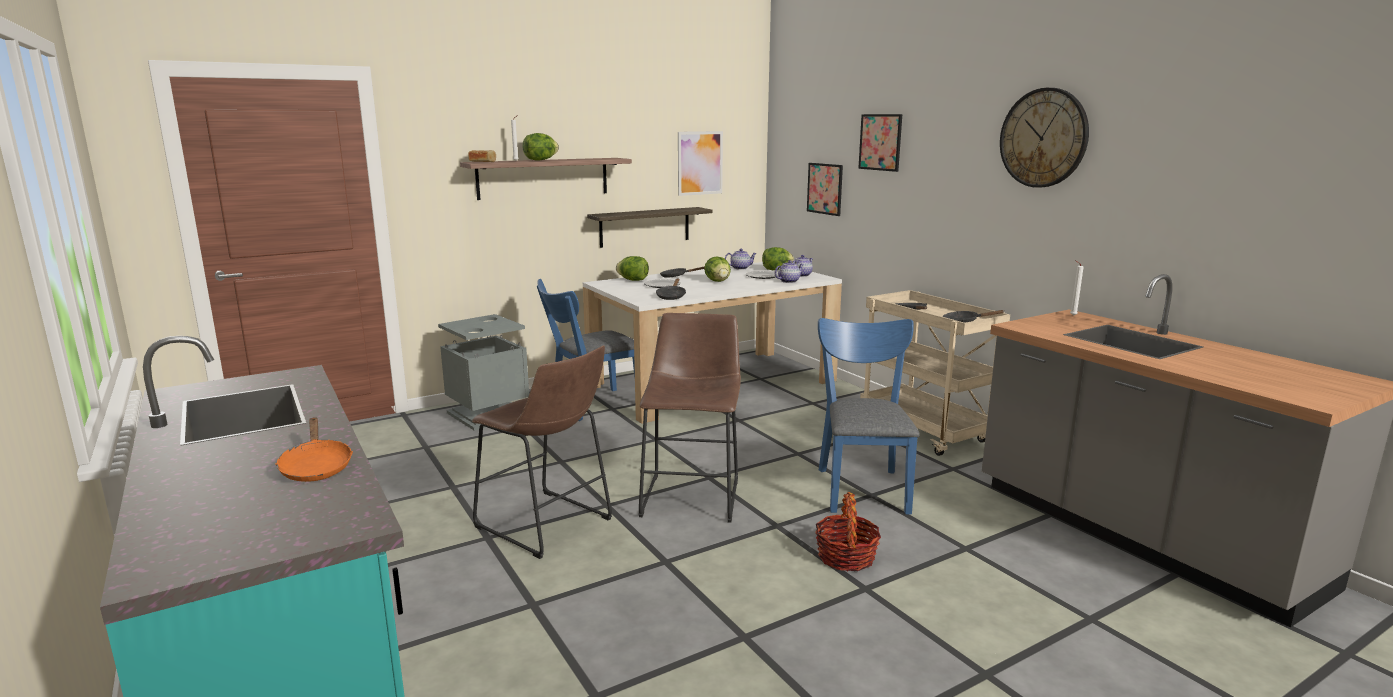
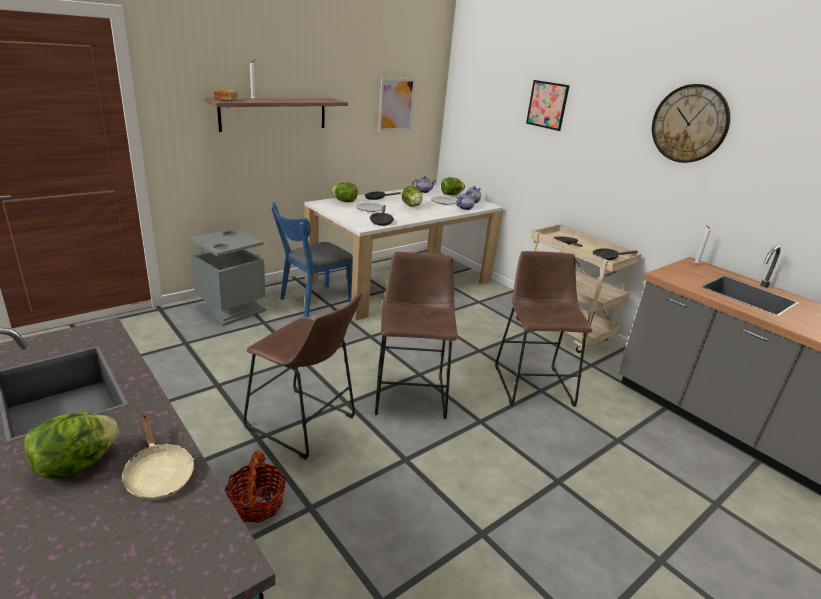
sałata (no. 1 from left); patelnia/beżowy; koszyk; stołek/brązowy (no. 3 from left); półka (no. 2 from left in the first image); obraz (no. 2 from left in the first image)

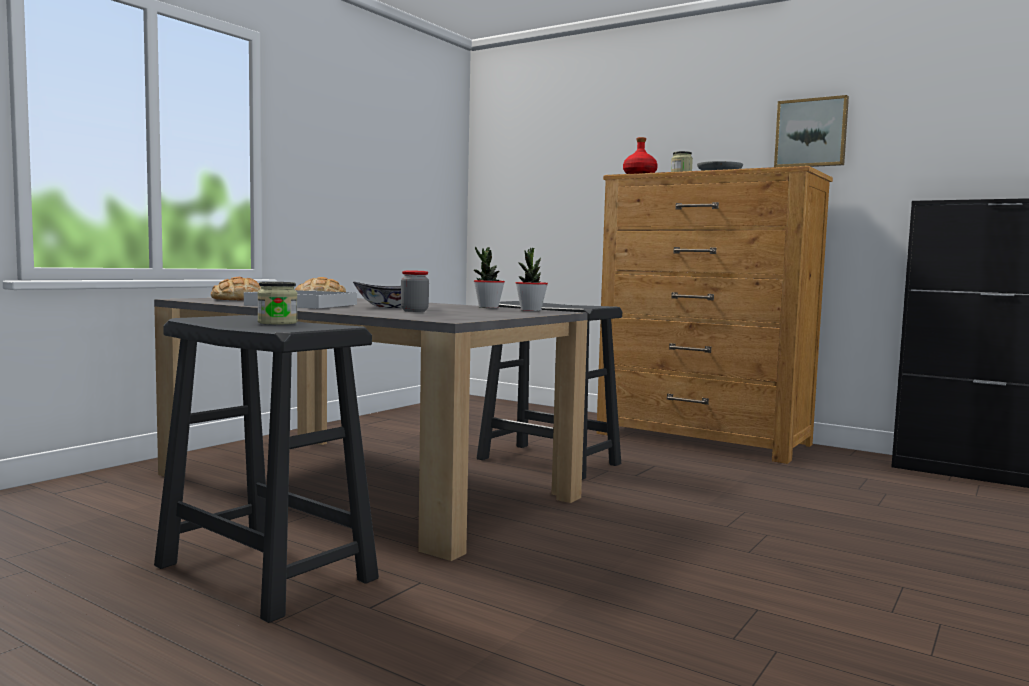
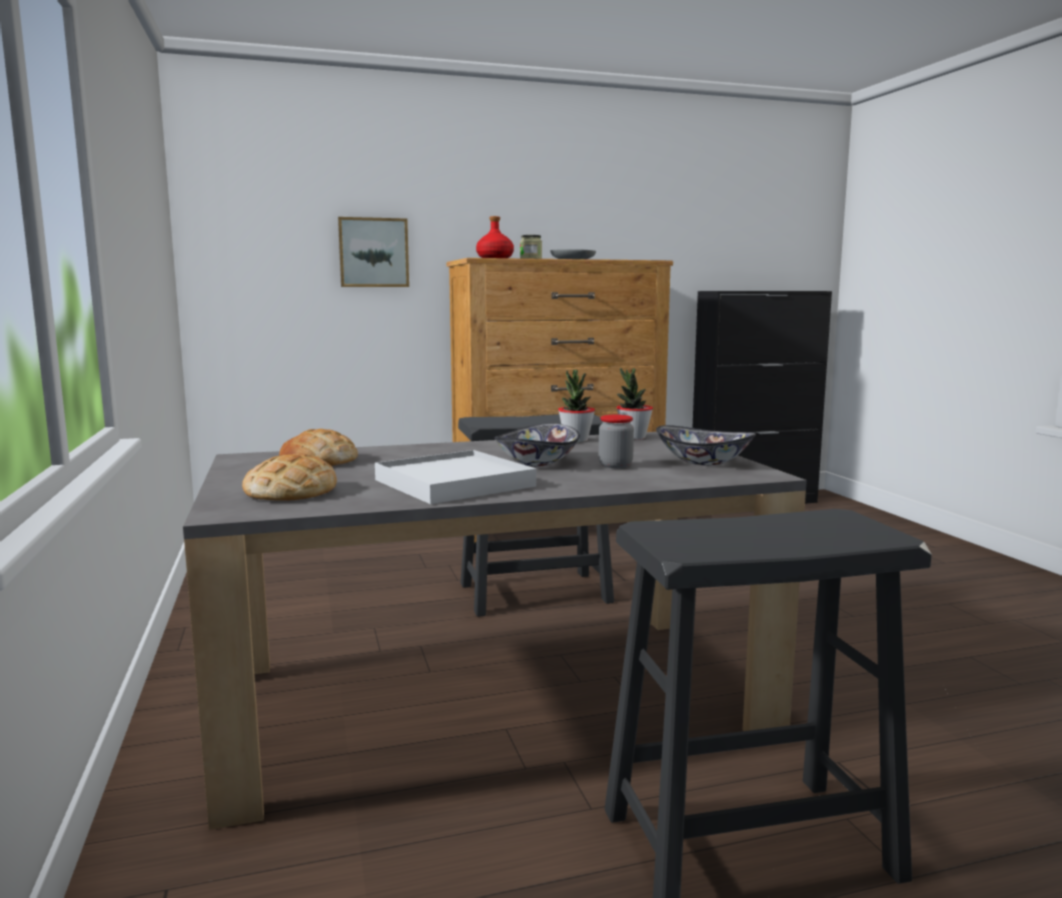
obraz; miska (no. 2 from left); słoik (no. 1 from left in the first image)

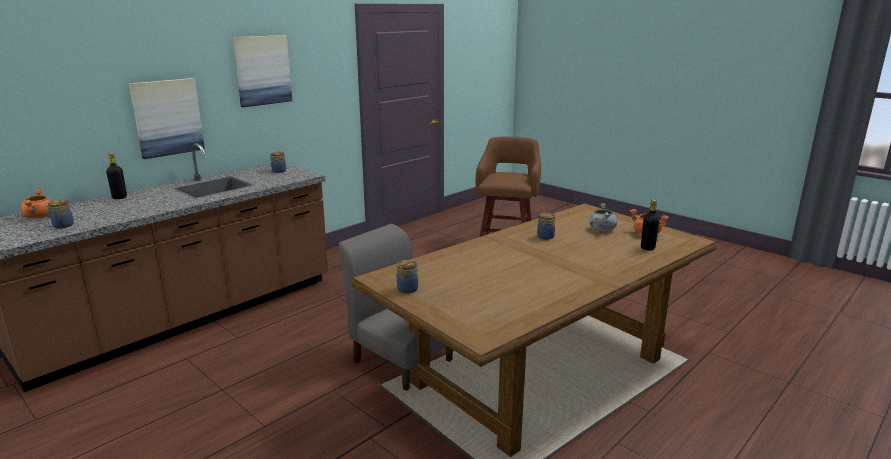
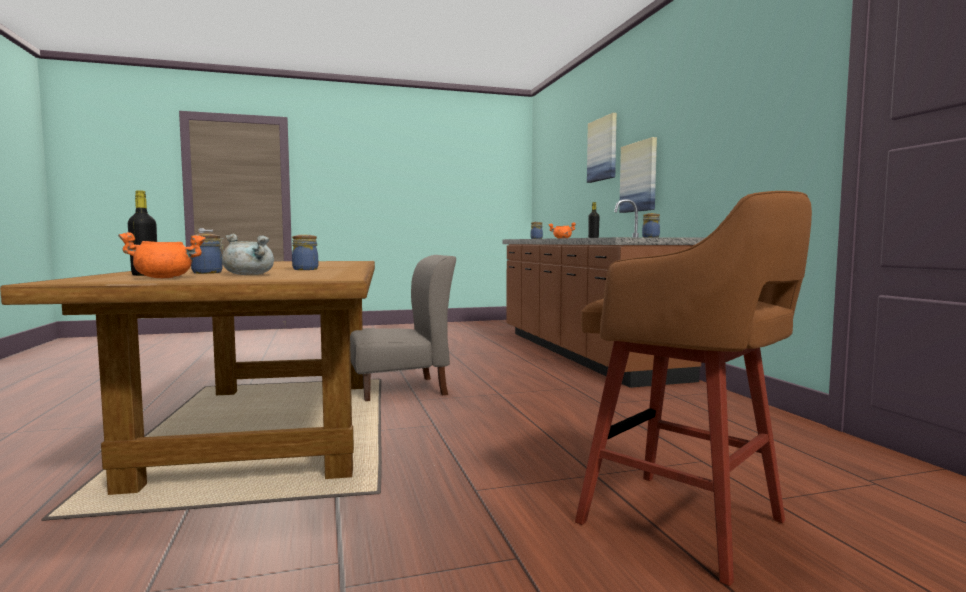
słoik (no. 1 from left); obraz (no. 1 from left)

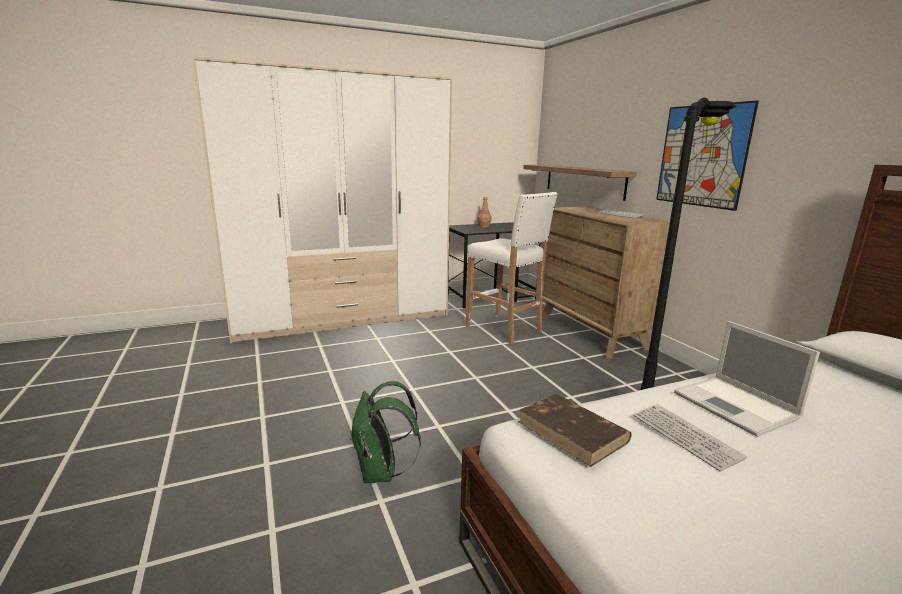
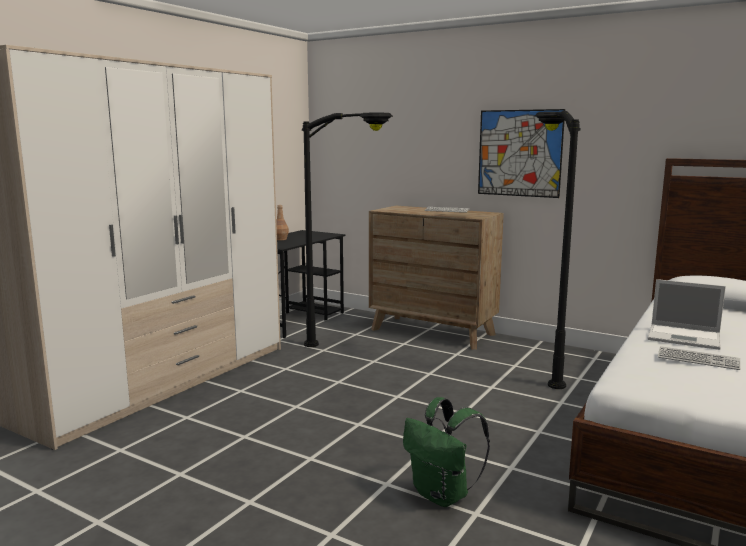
lampa stojąca/czarny (no. 1 from left); książka/brązowy; półka

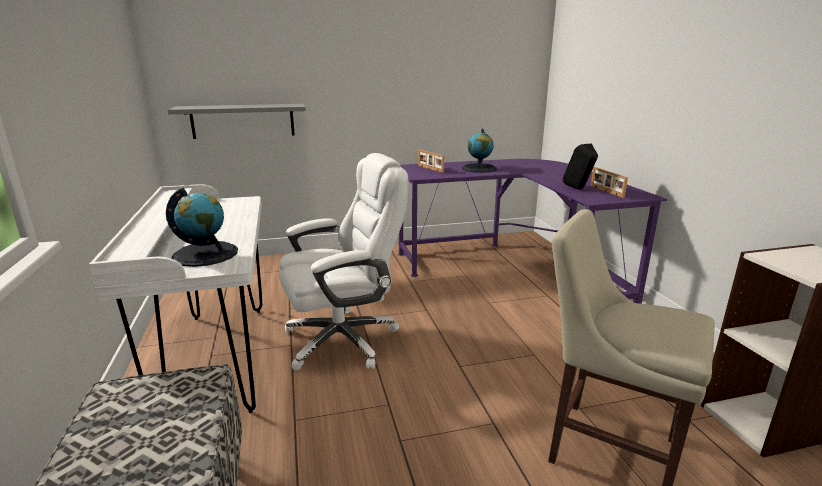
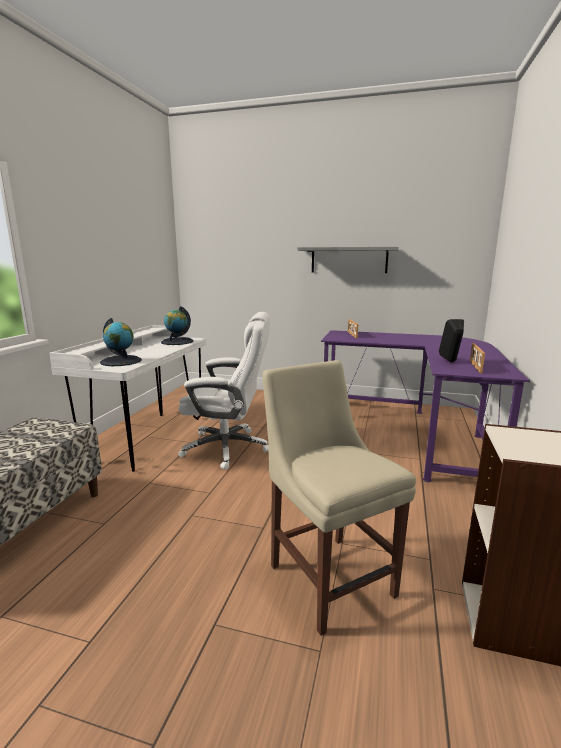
globus (no. 2 from left); półka/szary

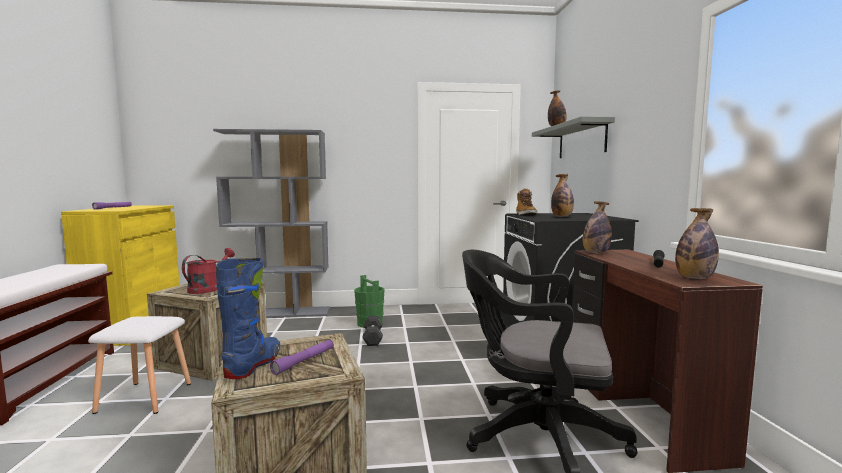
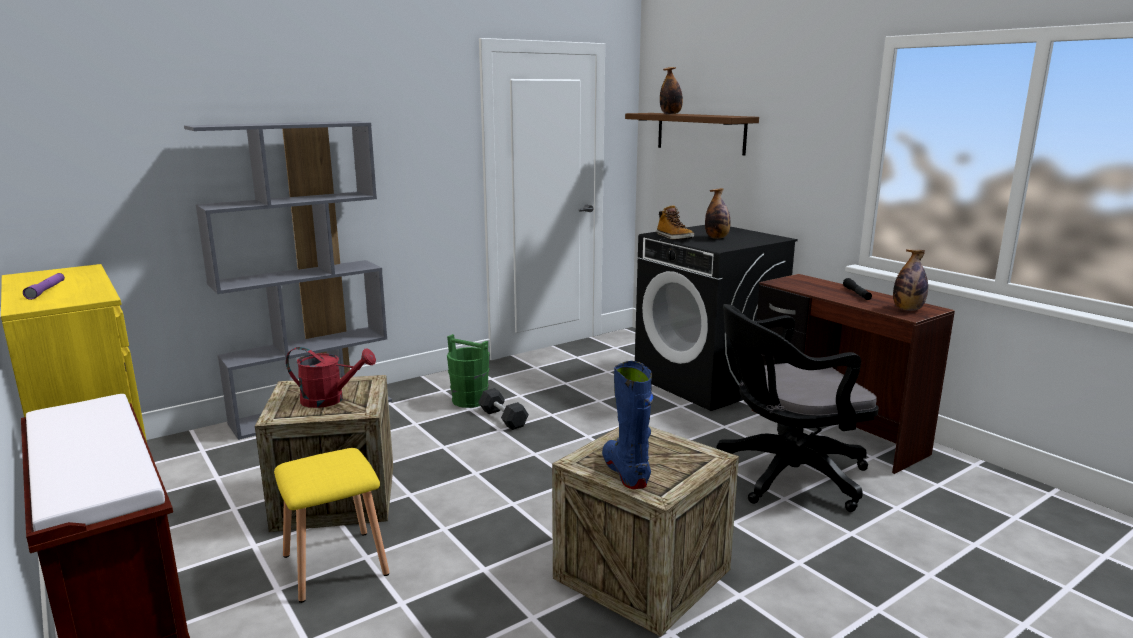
stołek/żółty; konewka/czerwony; półka/brązowy; latarka/fioletowy (no. 2 from left in the first image); butelka (no. 3 from left in the first image)

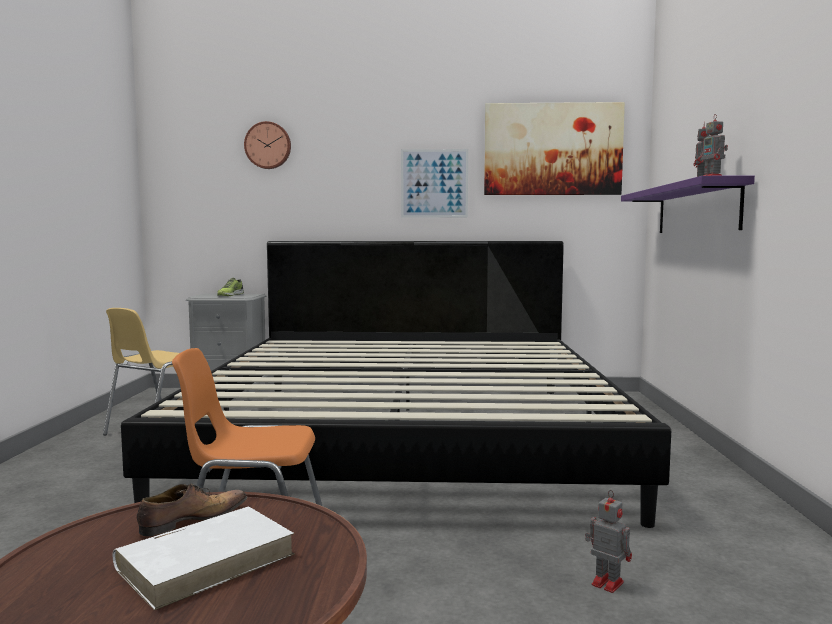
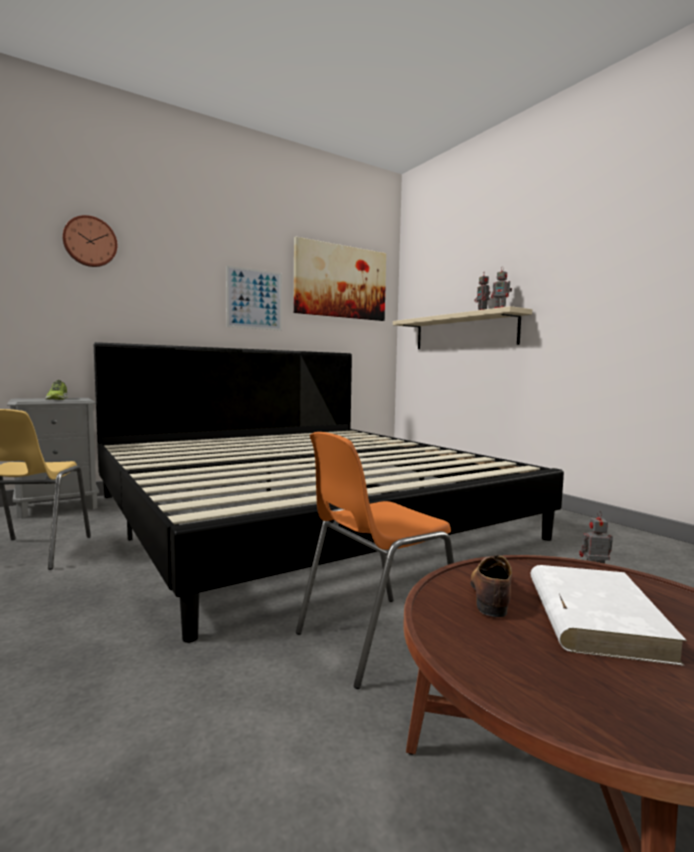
półka/beżowy

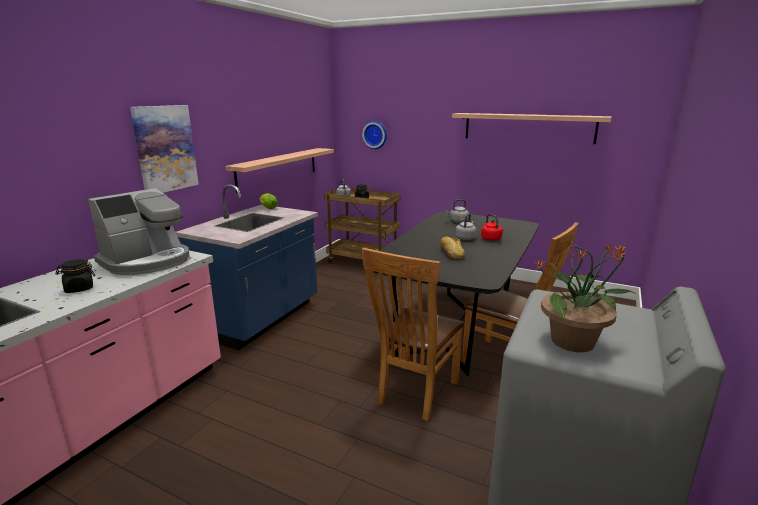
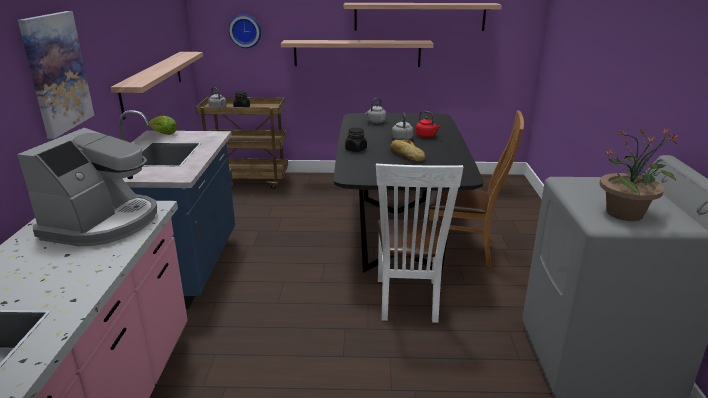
półka (no. 2 from left); słoik/czarny (no. 2 from left); krzesło/biały

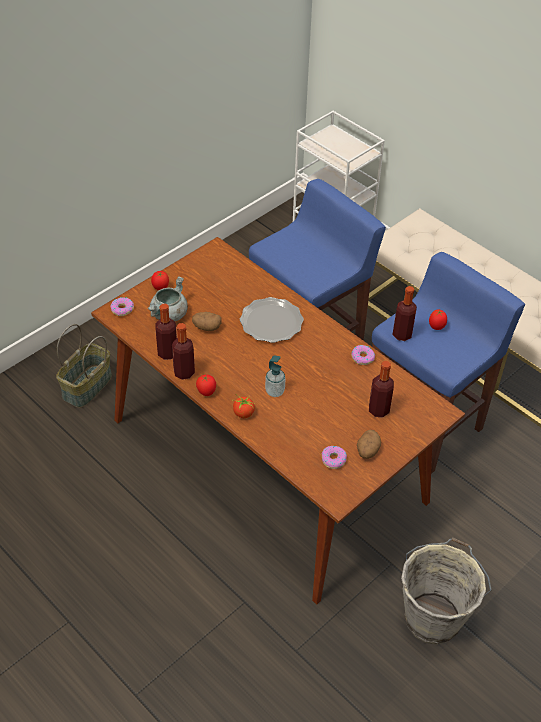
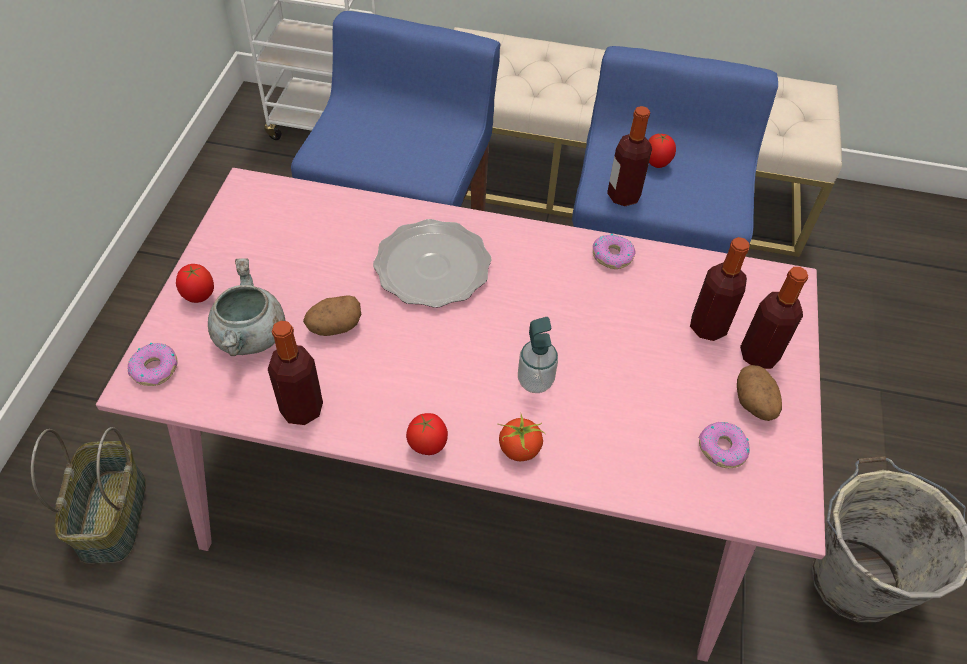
stół jadalny/różowy; butelka (no. 4 from left)

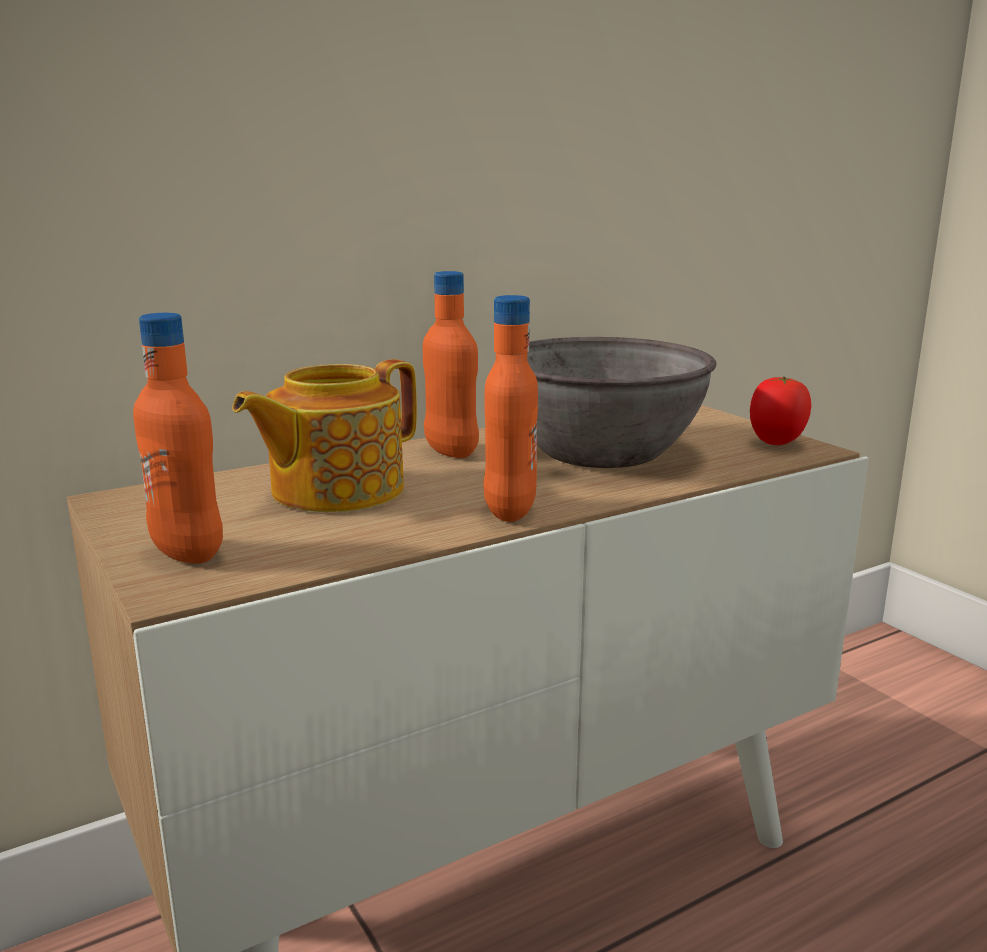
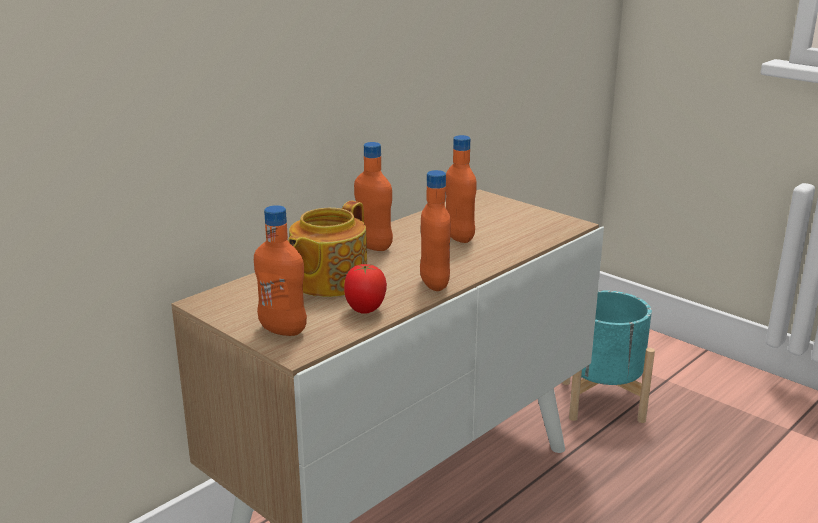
pomidor; butelka/pomarańczowy (no. 4 from left); donica/turkusowy

